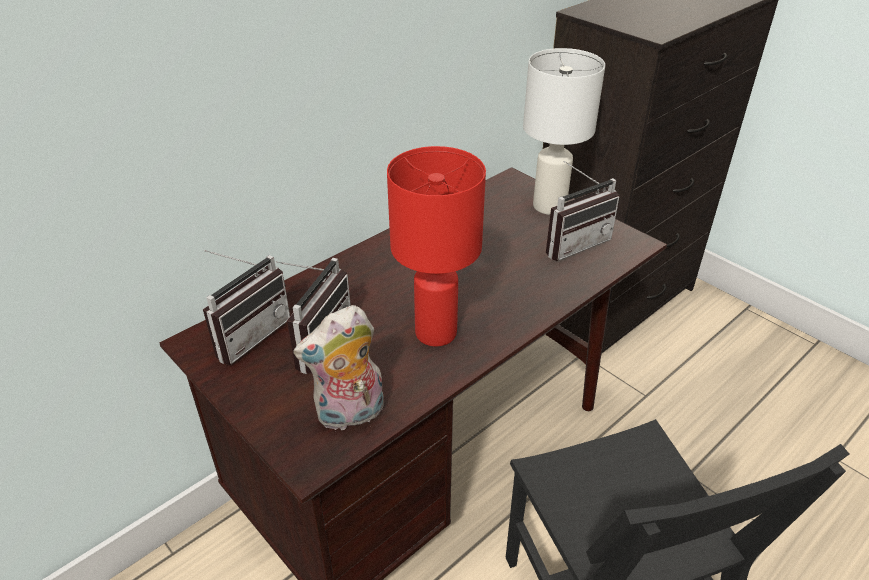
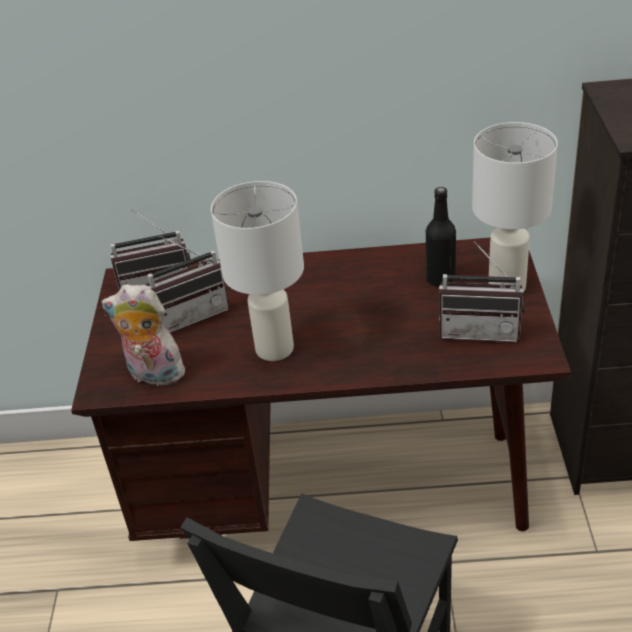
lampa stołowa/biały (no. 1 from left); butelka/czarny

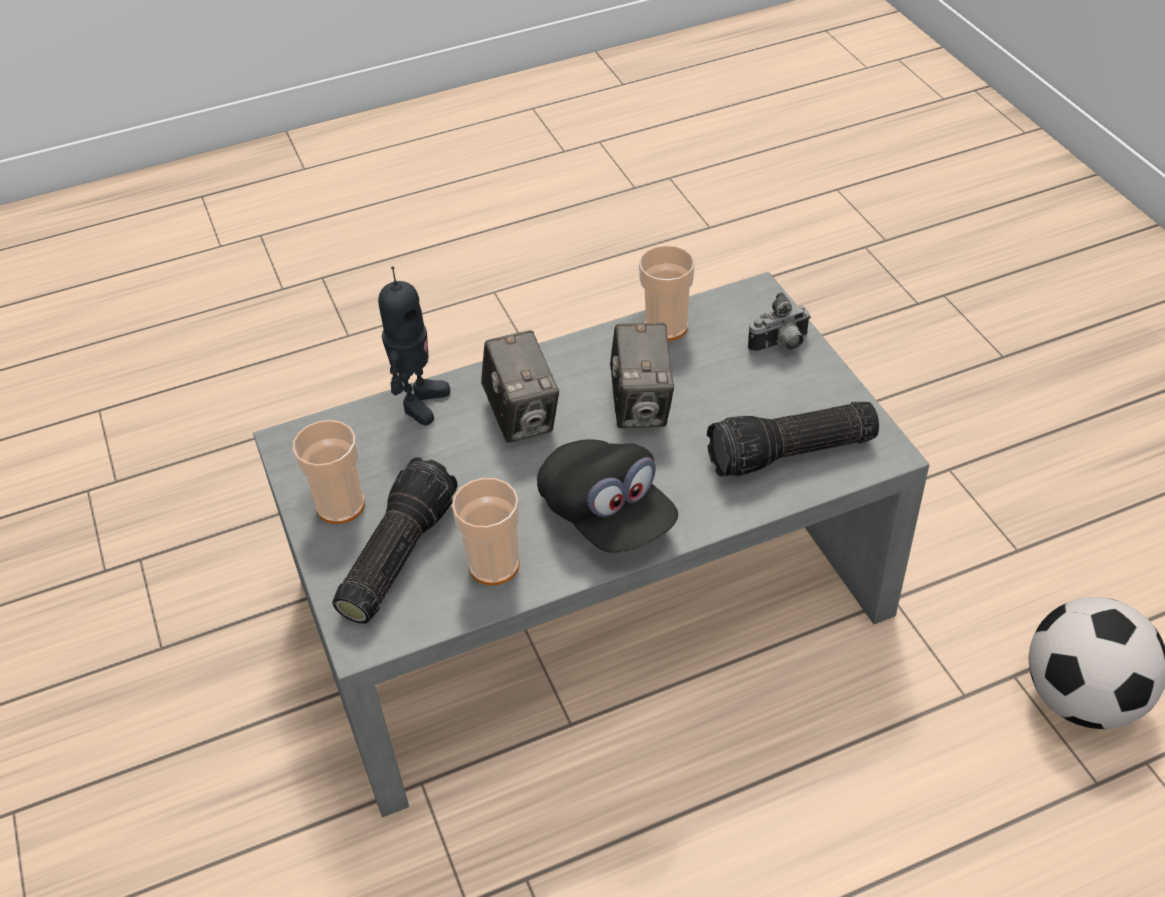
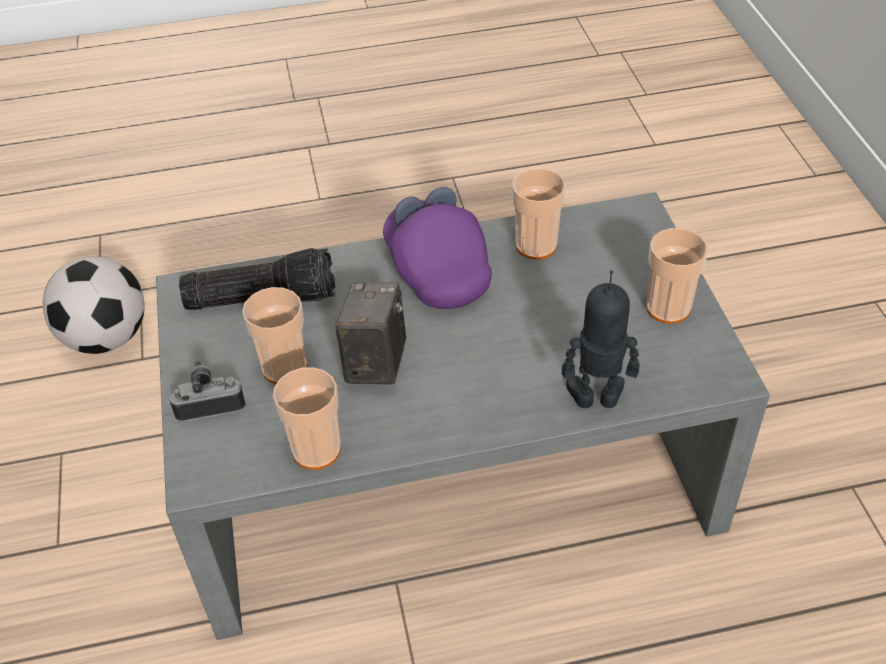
filiżanka (no. 1 from left); czapka z daszkiem/fioletowy; robot zabawkowy; latarka (no. 1 from left in the first image); aparat fotograficzny (no. 1 from left in the first image)

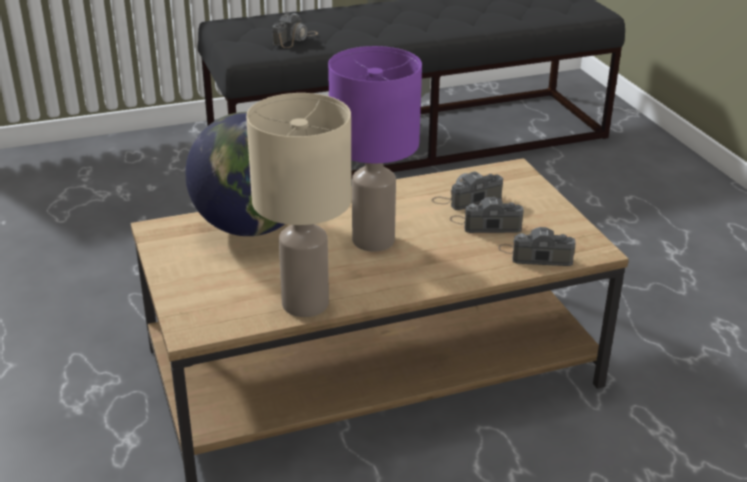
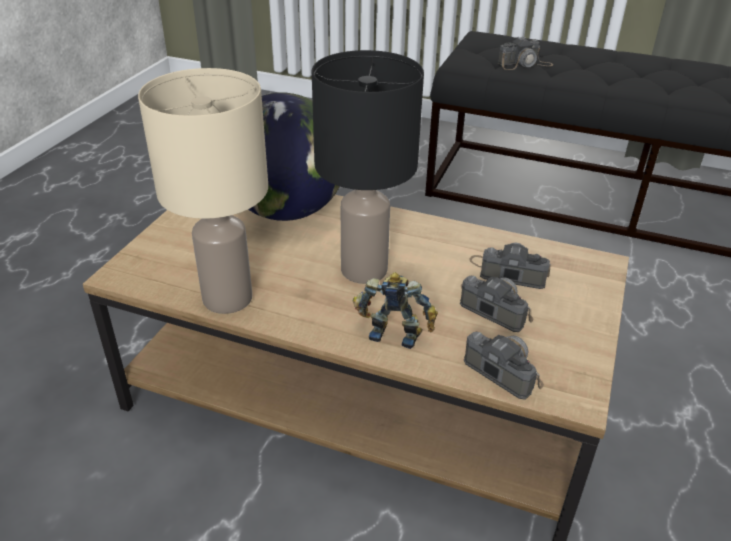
lampa stołowa/czarny; robot zabawkowy

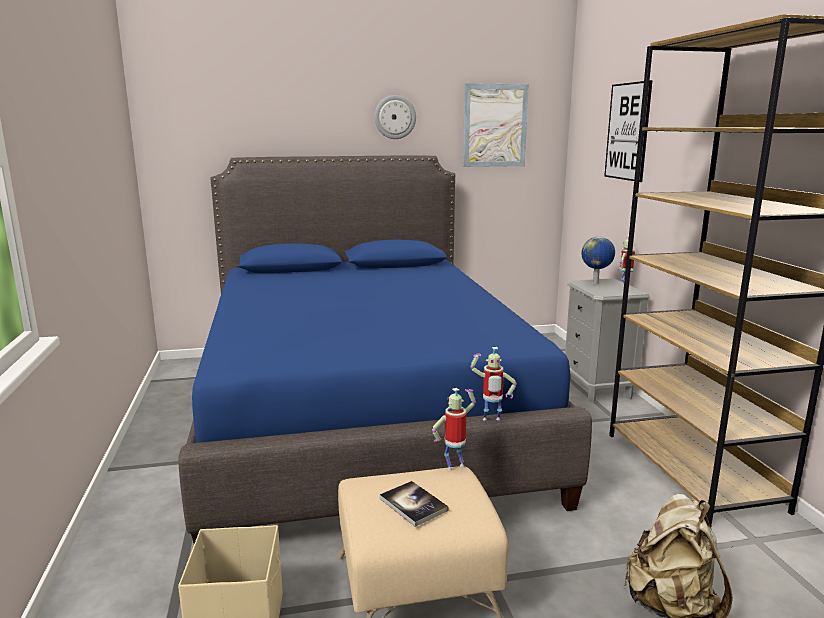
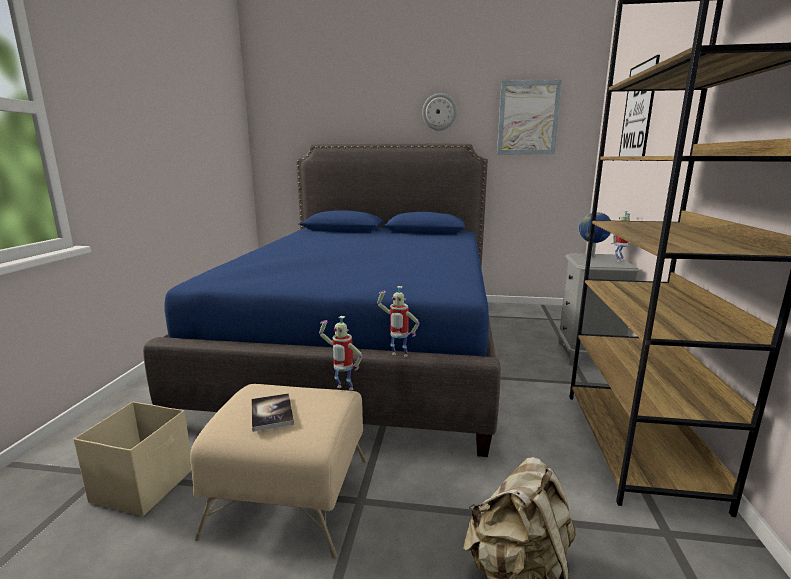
robot zabawkowy (no. 1 from left)

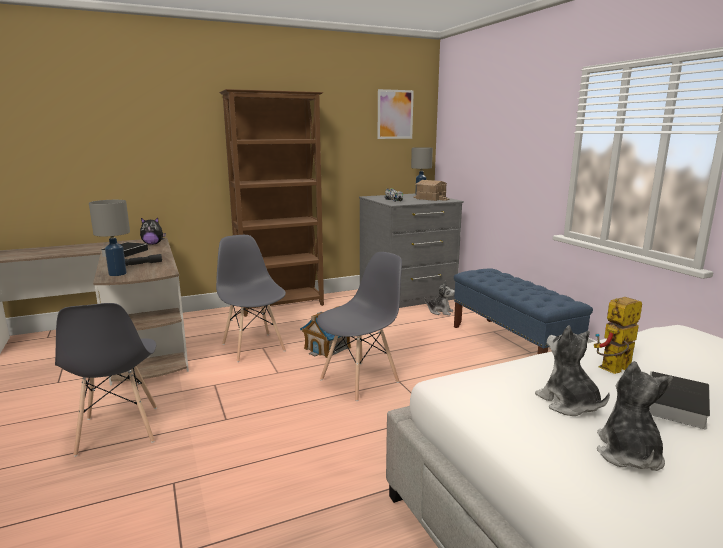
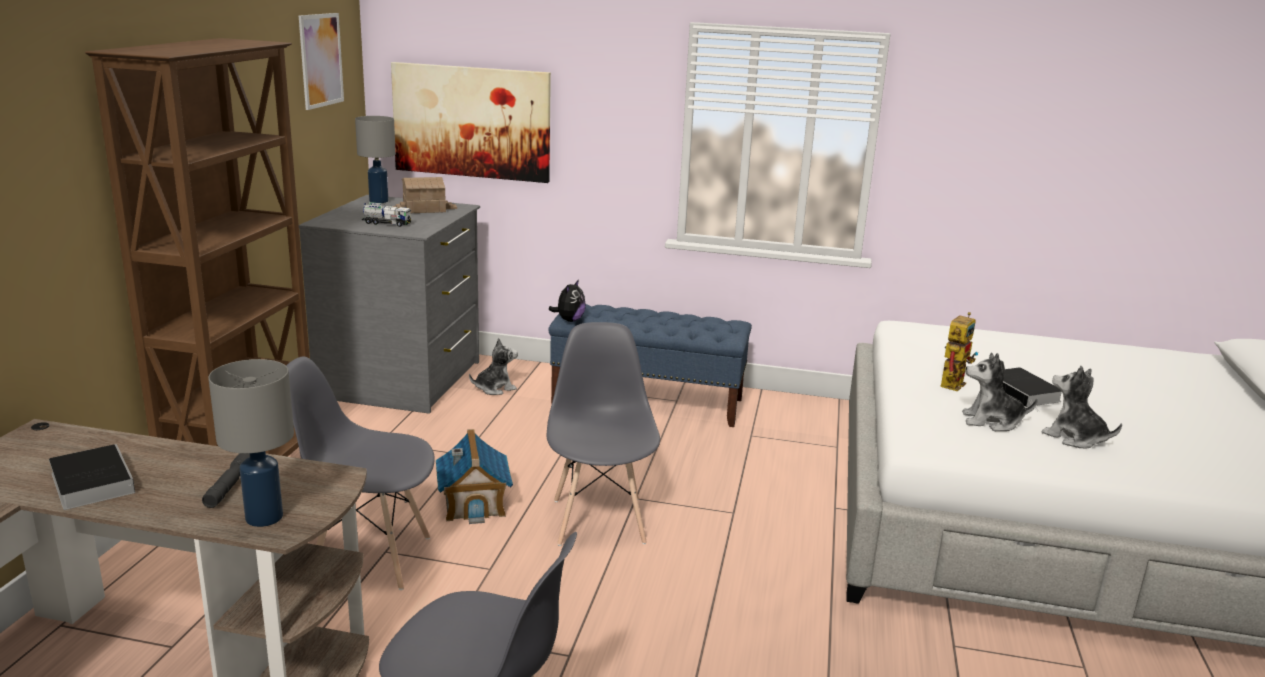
obraz (no. 2 from left); pluszak (no. 2 from left); robot zabawkowy

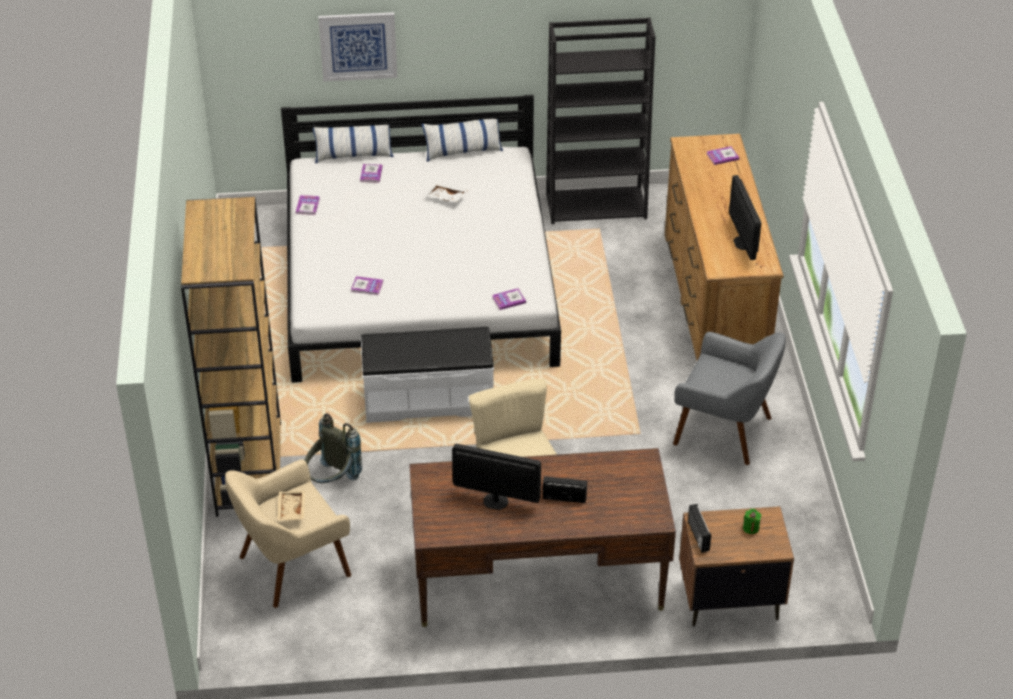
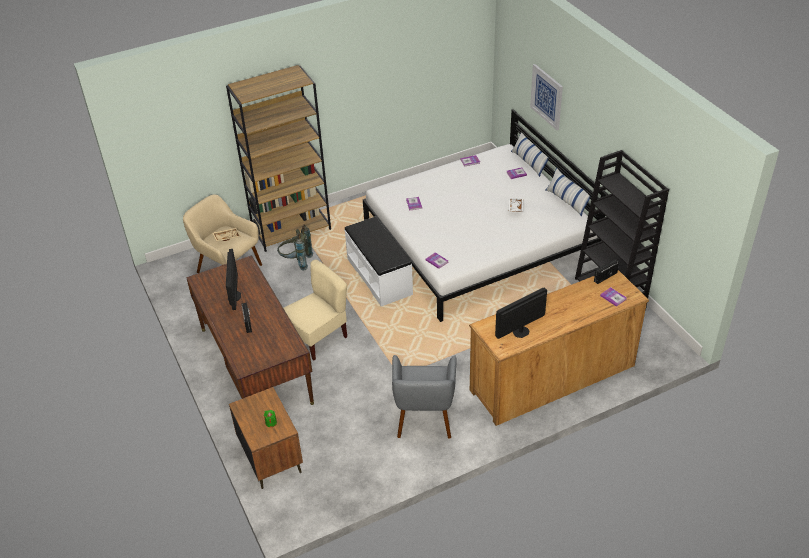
radio (no. 2 from left)

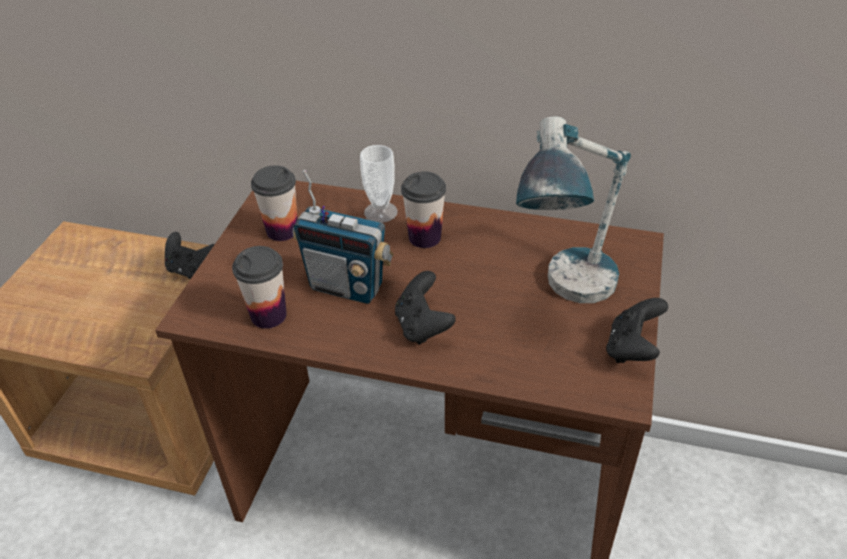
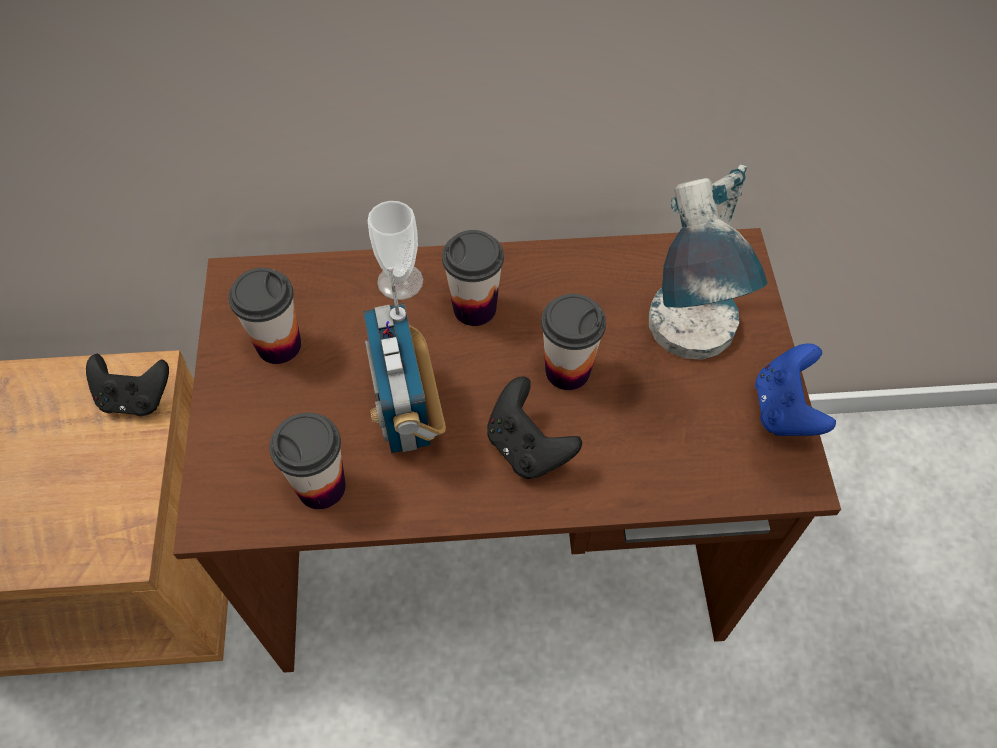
radio; filiżanka (no. 5 from left); pad do gier/niebieski

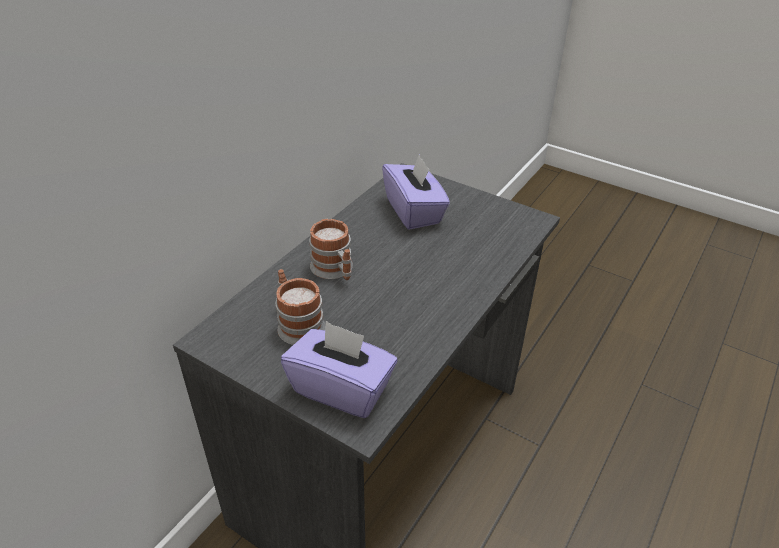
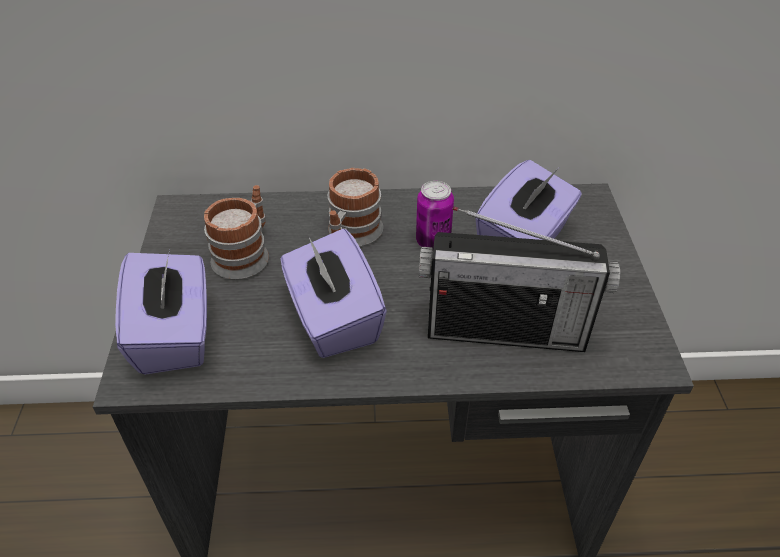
pudełko chusteczek/fioletowy (no. 2 from left); puszka; radio

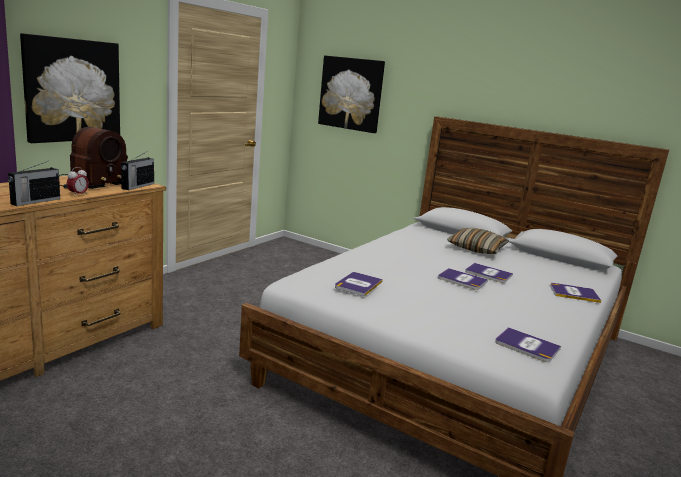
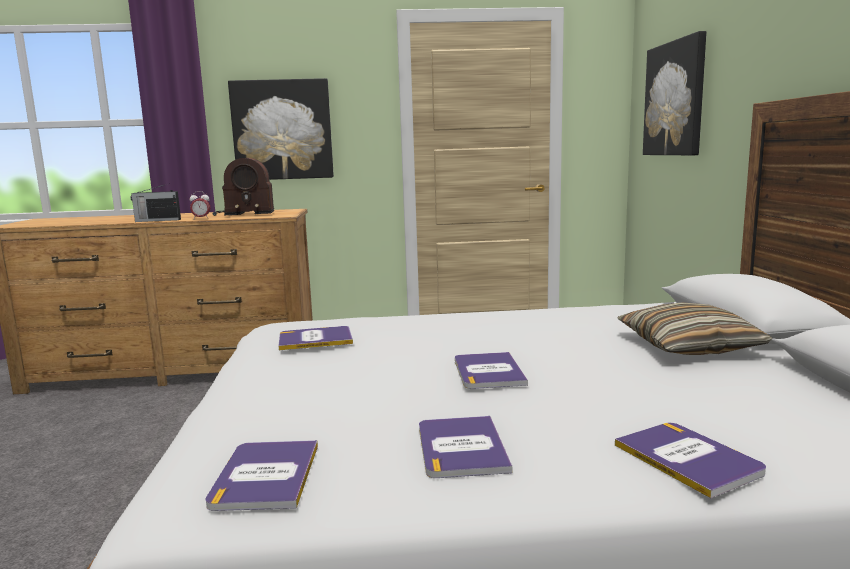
książka (no. 3 from left); radio (no. 3 from left in the first image)

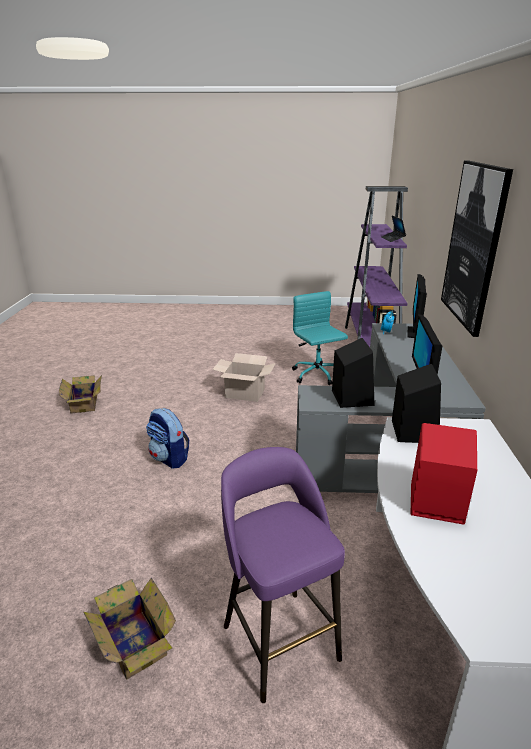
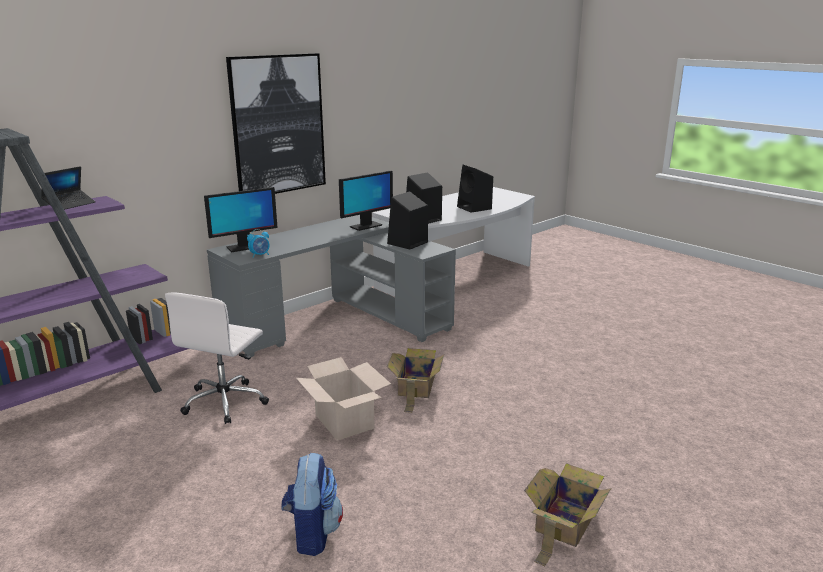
krzesło biurowe/biały; plecak; karton (no. 2 from left); głośnik/czarny (no. 3 from left); stołek/fioletowy

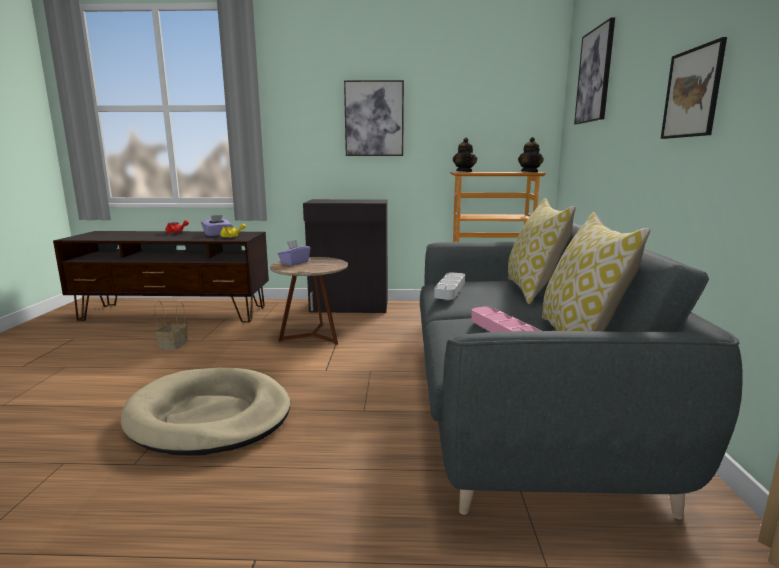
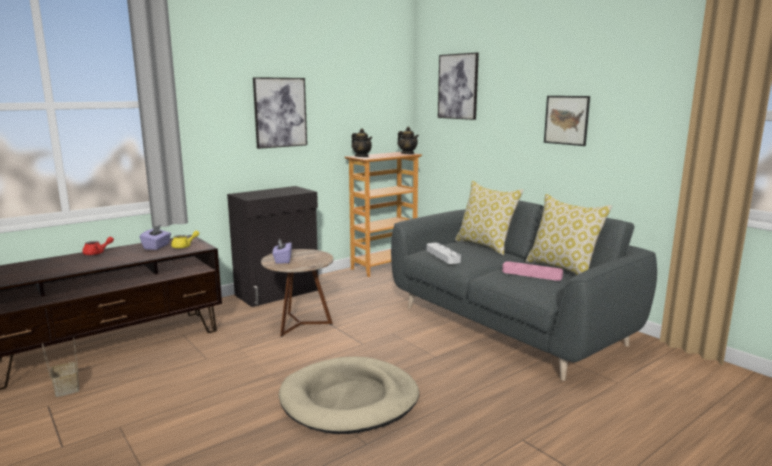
koszyk

